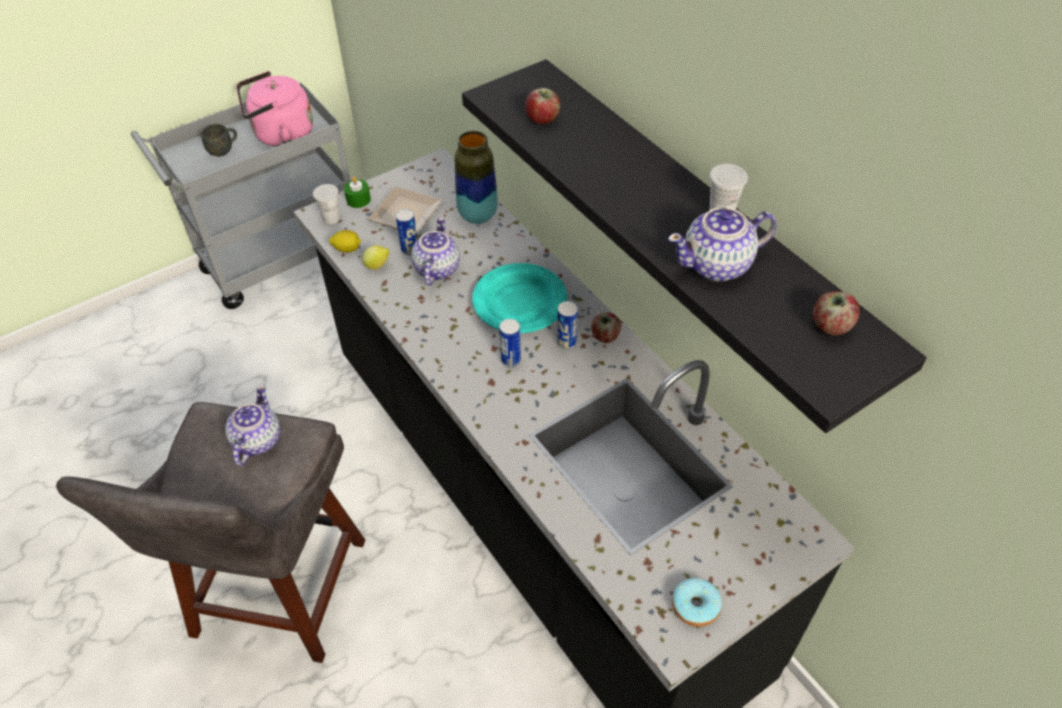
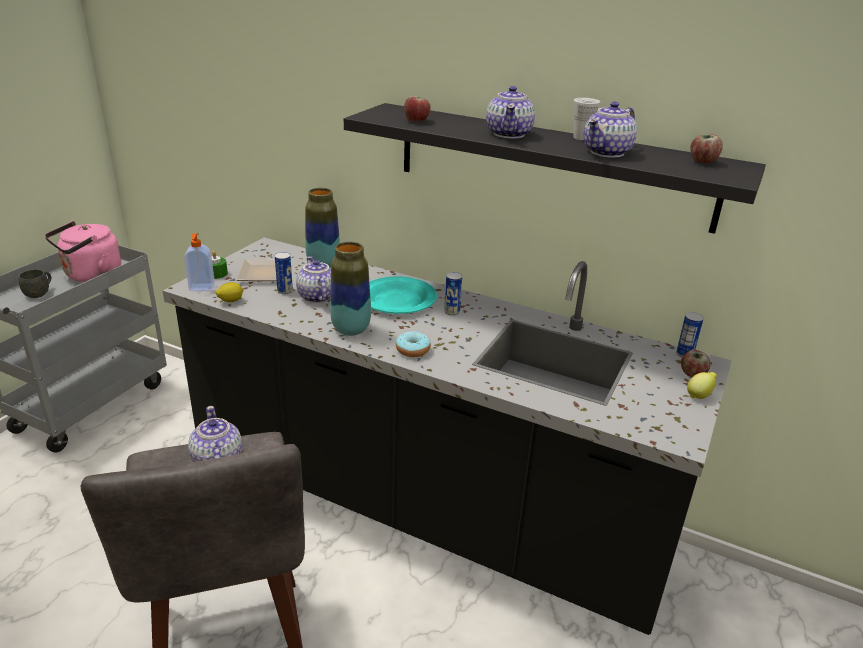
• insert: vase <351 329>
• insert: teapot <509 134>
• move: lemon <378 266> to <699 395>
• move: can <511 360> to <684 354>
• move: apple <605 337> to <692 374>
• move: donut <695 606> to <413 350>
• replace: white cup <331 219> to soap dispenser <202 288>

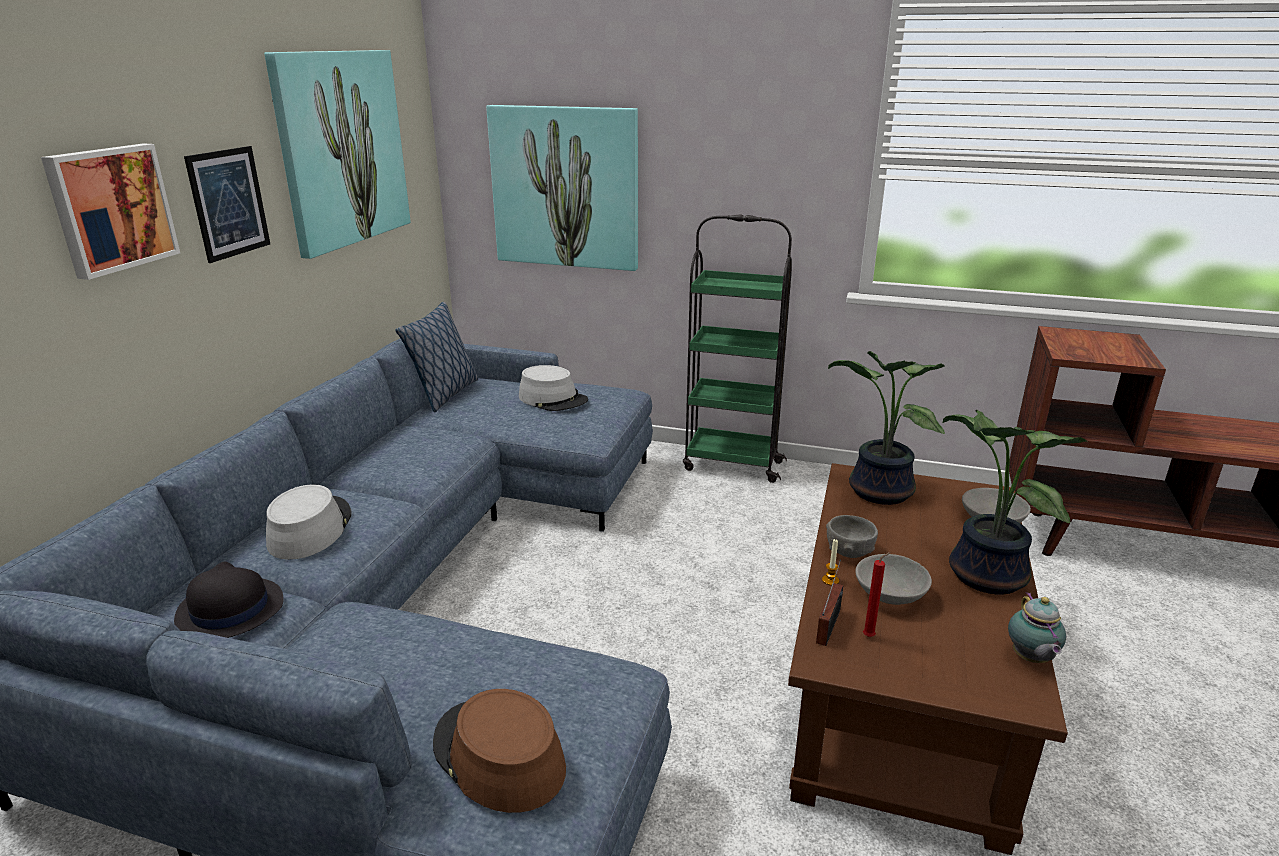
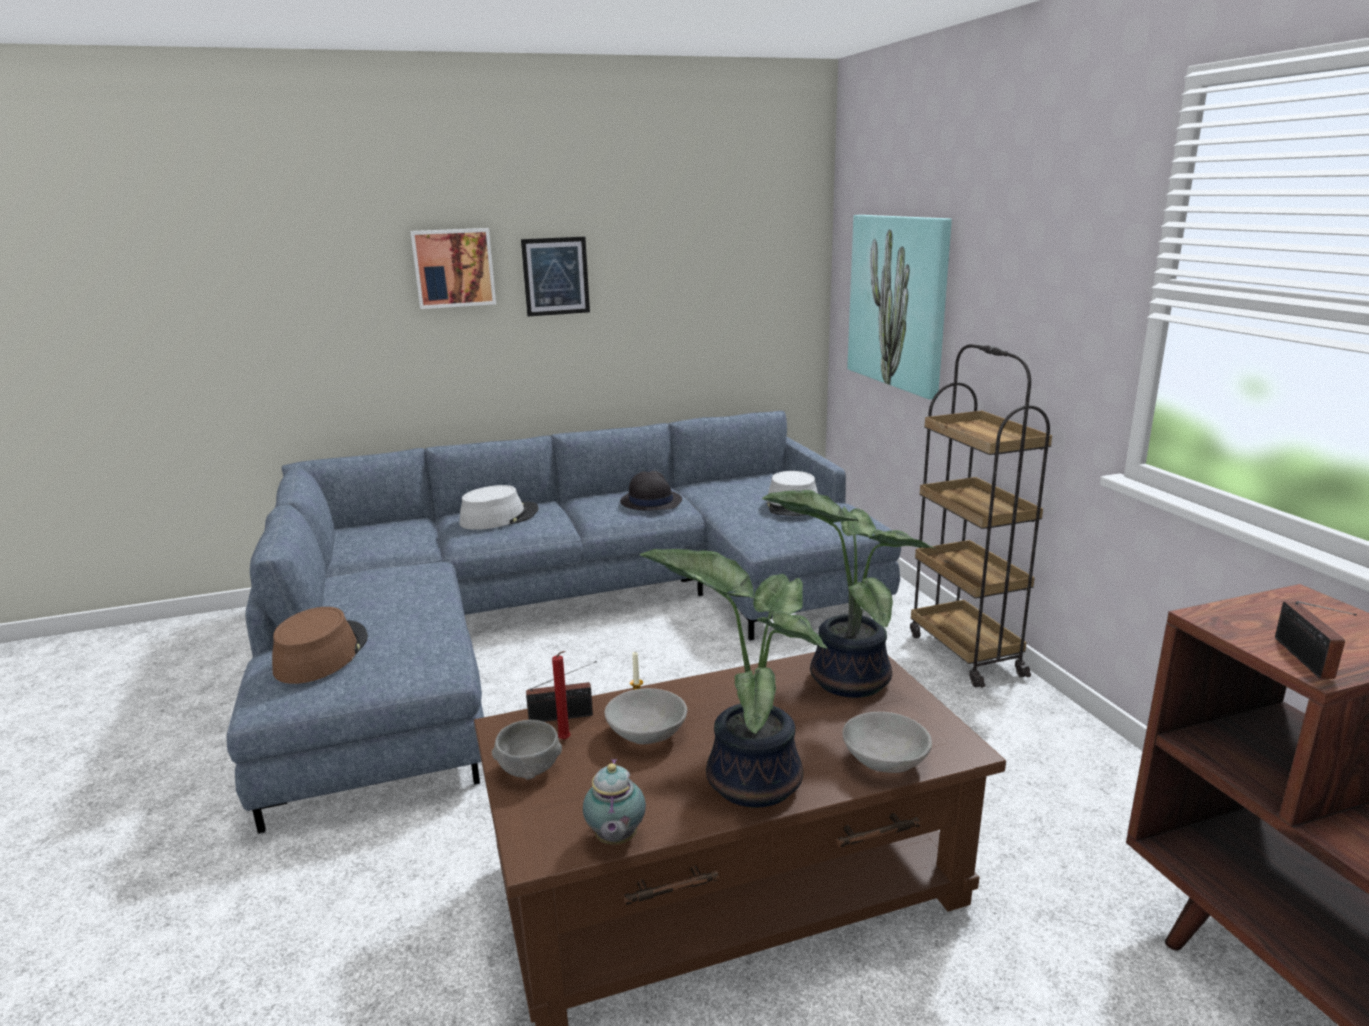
• delete: picture <341 149>
• delete: pillow <445 395>
• insert: radio <1305 660>
• move: black hat <229 610> to <650 501>
• move: grey bowl <849 551> to <529 769>
• recolor: green cart <732 466> to brown cart <965 654>
• rotate: teapot <1030 659> = <615 840> 60 degrees counterclockwise

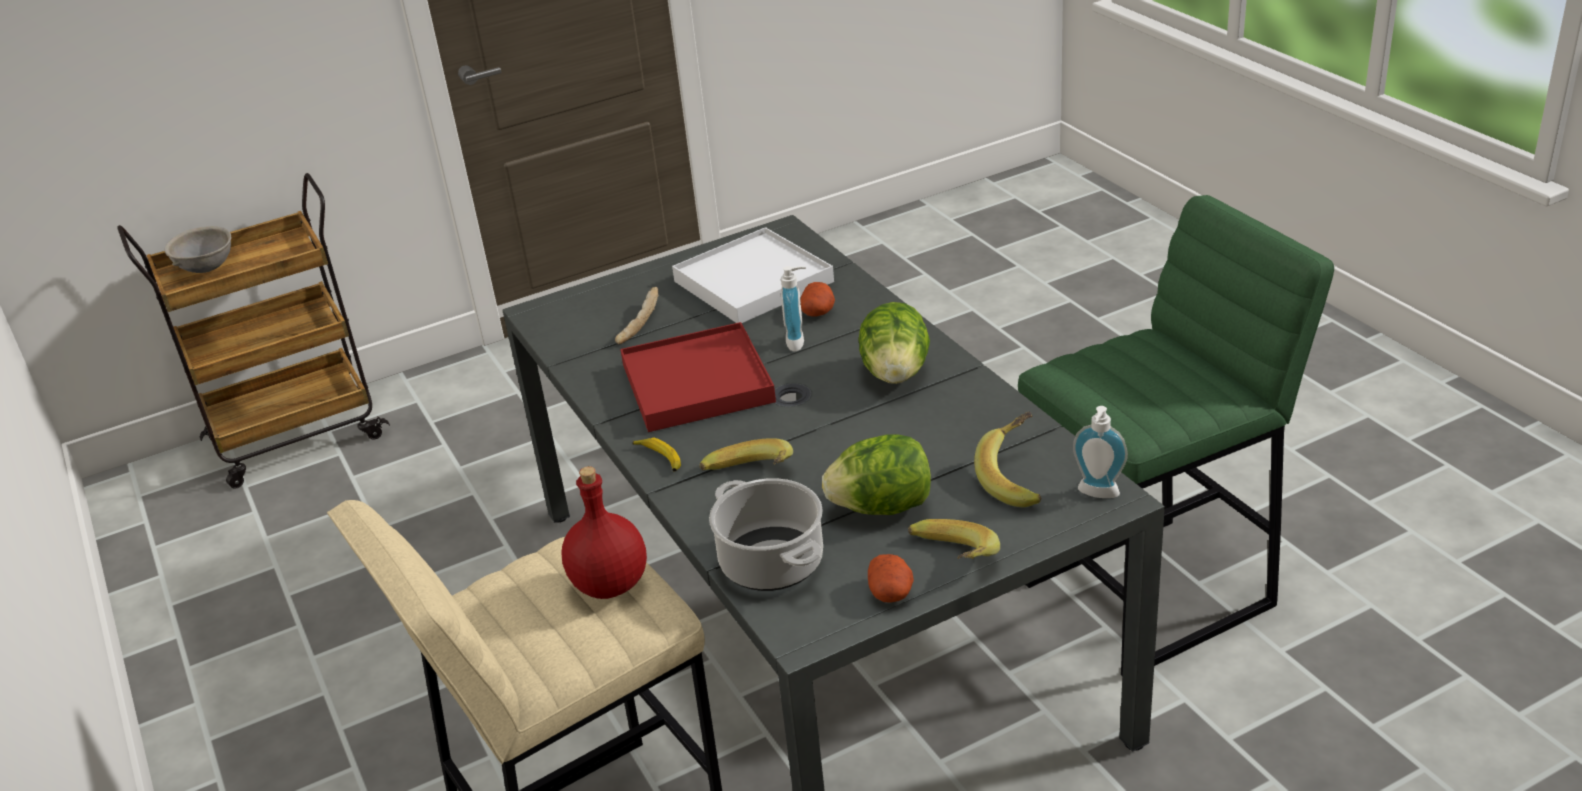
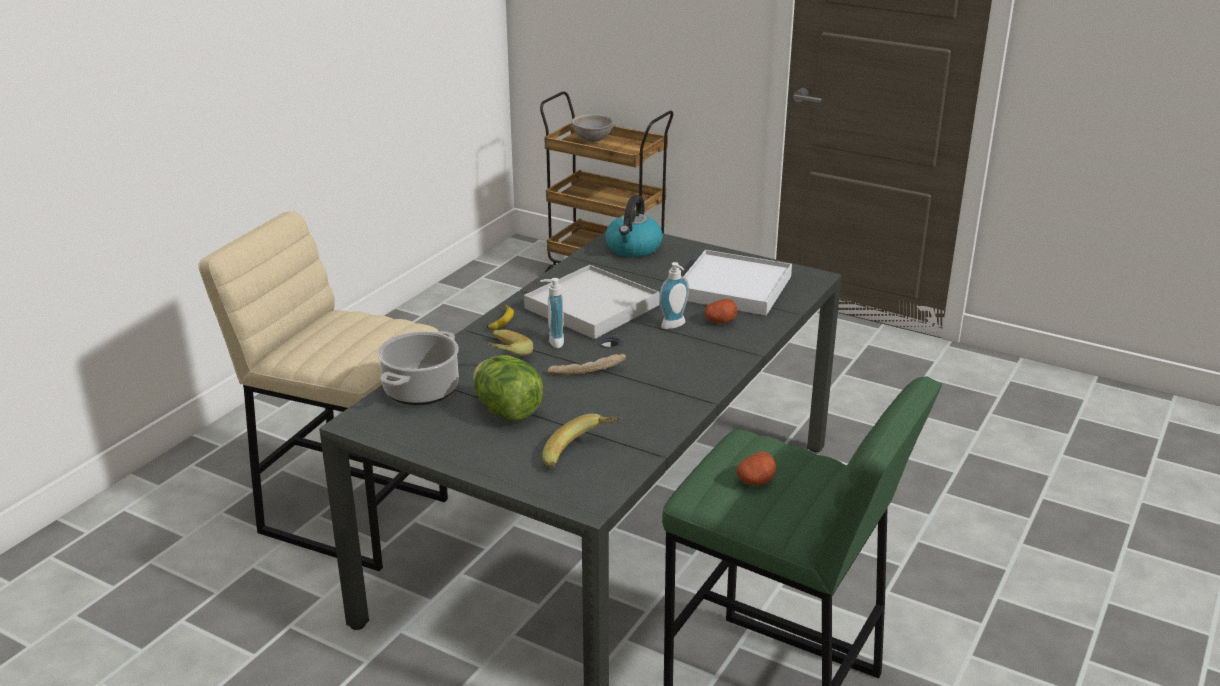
• delete: red bottle <610 586>
• delete: lettuce <896 373>
• delete: banana <950 563>
• insert: kettle <633 248>
• move: bread <638 323> to <587 371>
• move: potato <891 593> to <755 481>
• move: soap dispenser <1097 494> to <553 342>
• recolor: red tray <698 383> to white tray <592 307>

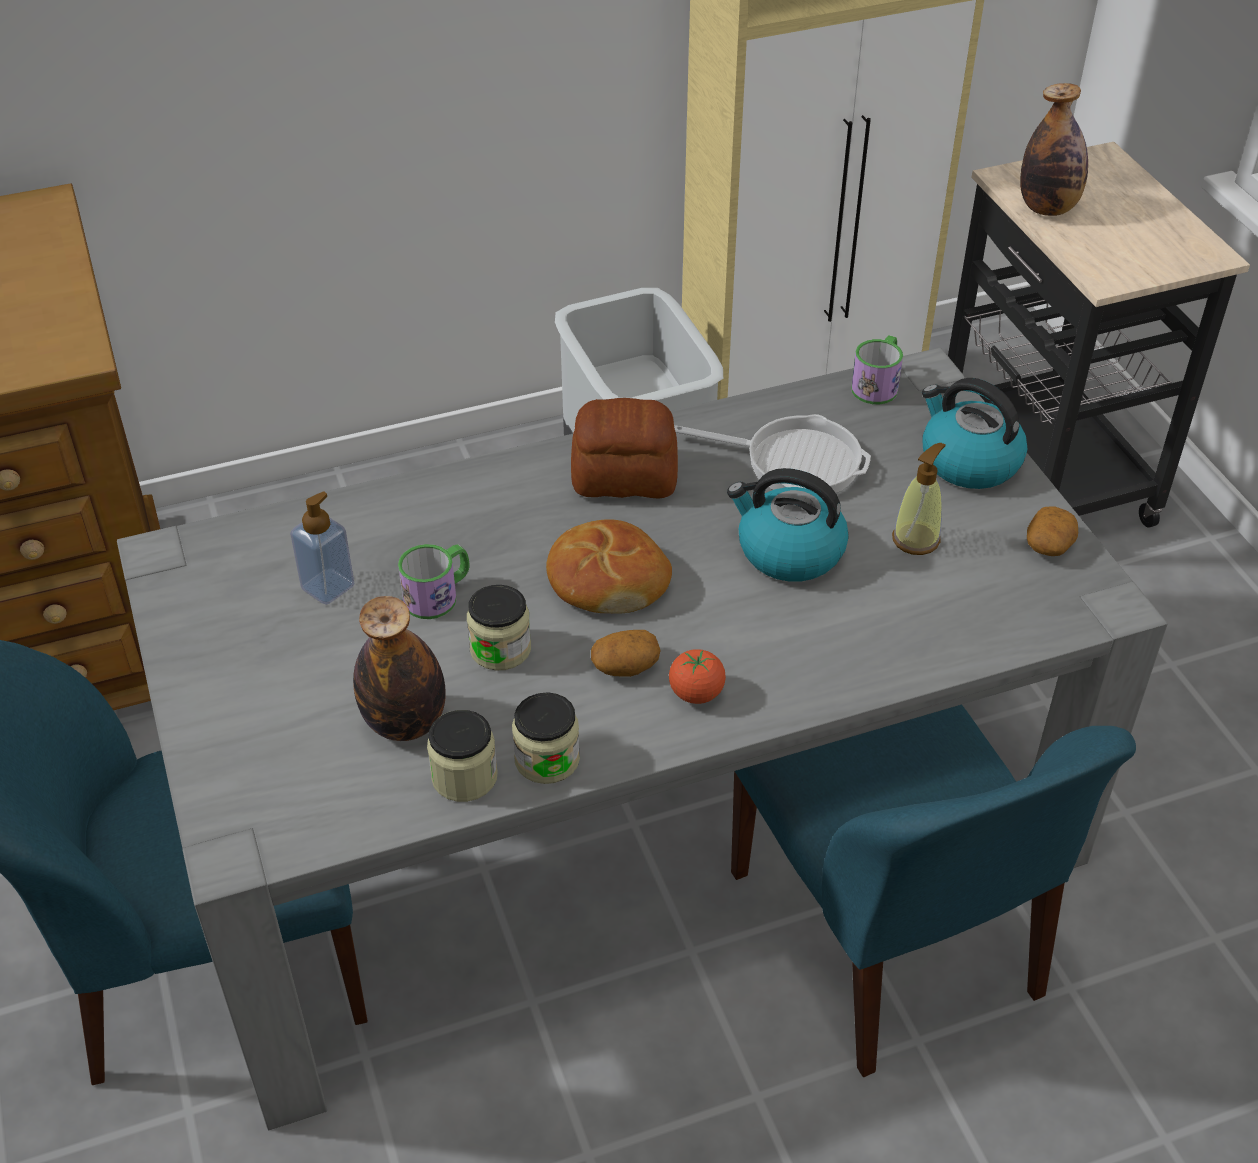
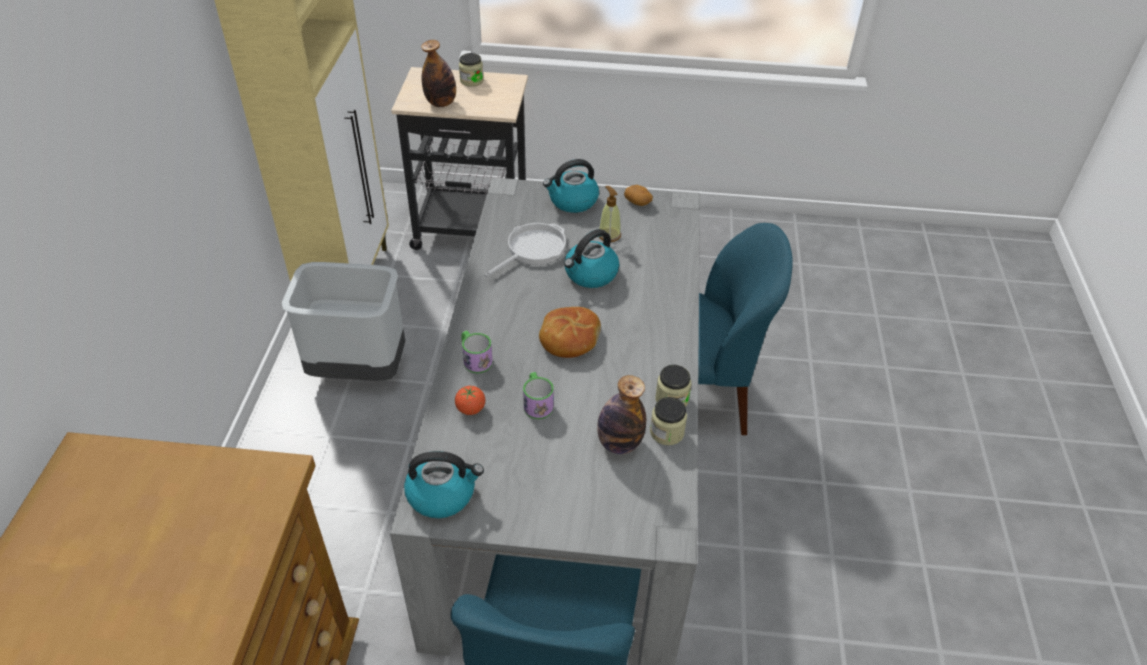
• delete: soap dispenser <328 587>
• delete: bread <625 477>
• delete: potato <625 666>
• insert: kettle <442 494>
• move: jar <500 649> to <471 81>
• move: tomato <696 693> to <470 409>
• move: mug <878 384> to <475 359>

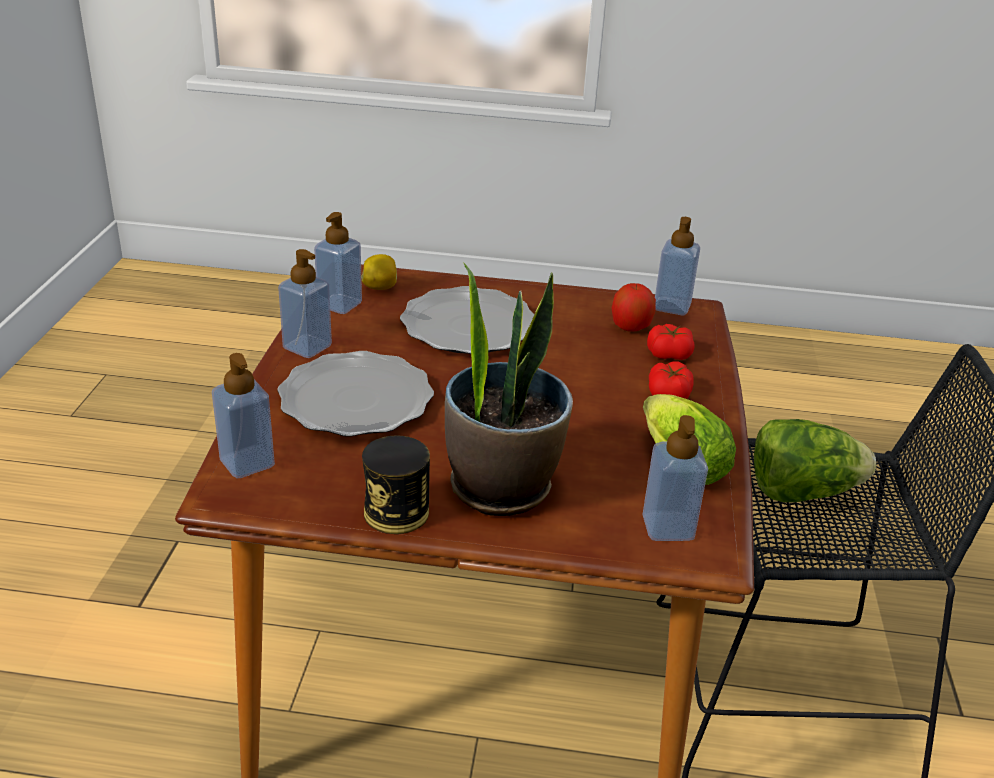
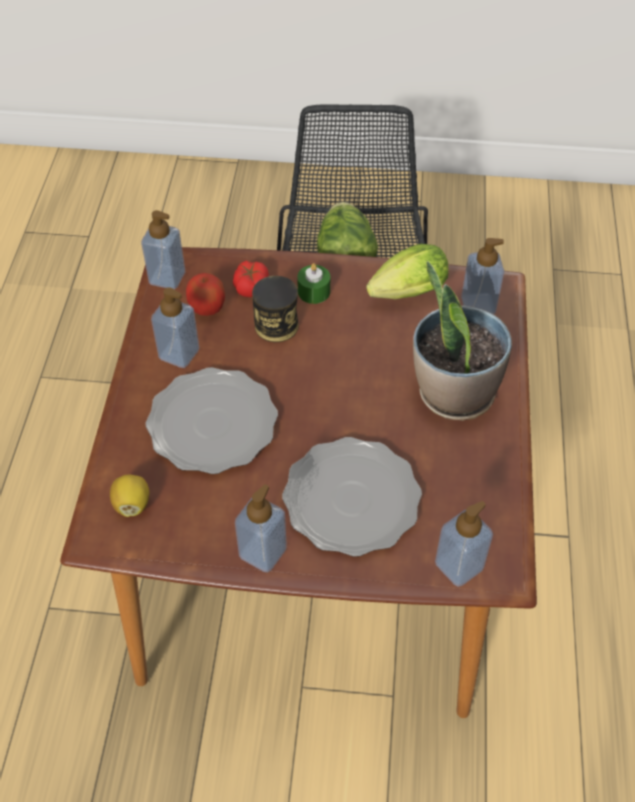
• move: soap dispenser <339 305> to <179 354>
• move: can <396 512> to <276 325>
• replace: tomato <669 394> to green candle <314 291>

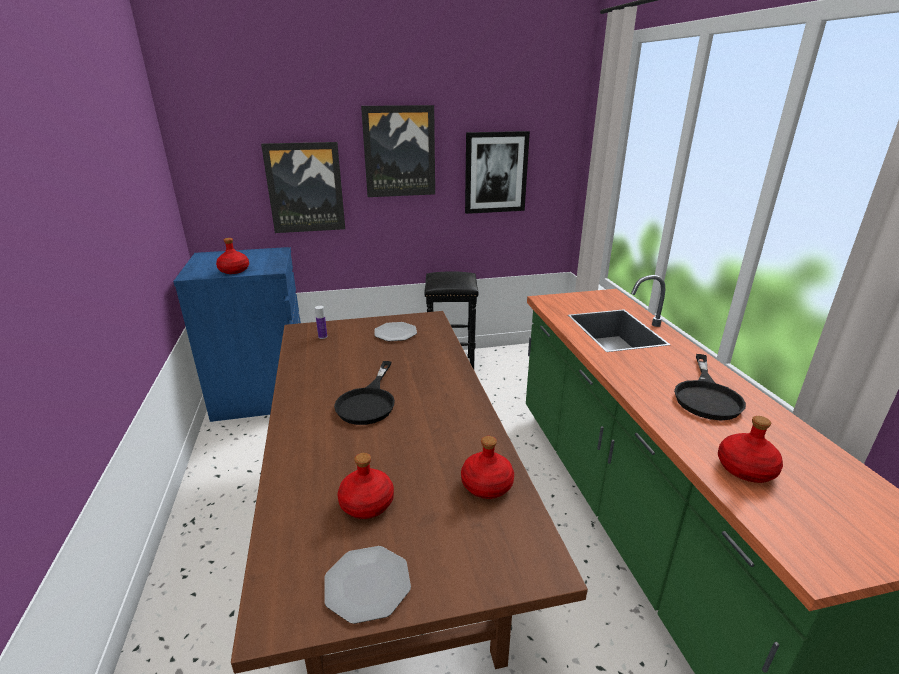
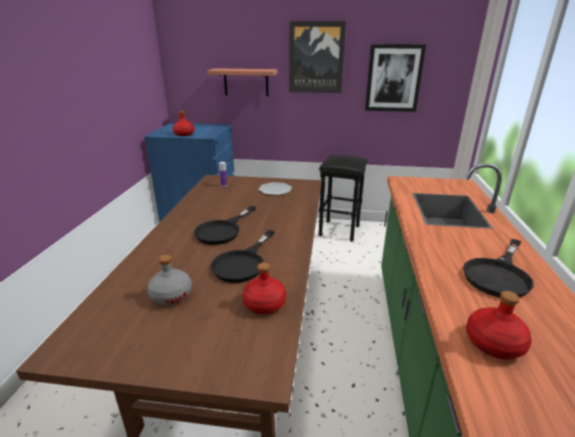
• delete: plate <367 584>
• insert: black frying pan <243 263>
• replace: picture <305 188> to shelf <246 82>
• recolor: red bottle <366 503> to grey bottle <171 295>

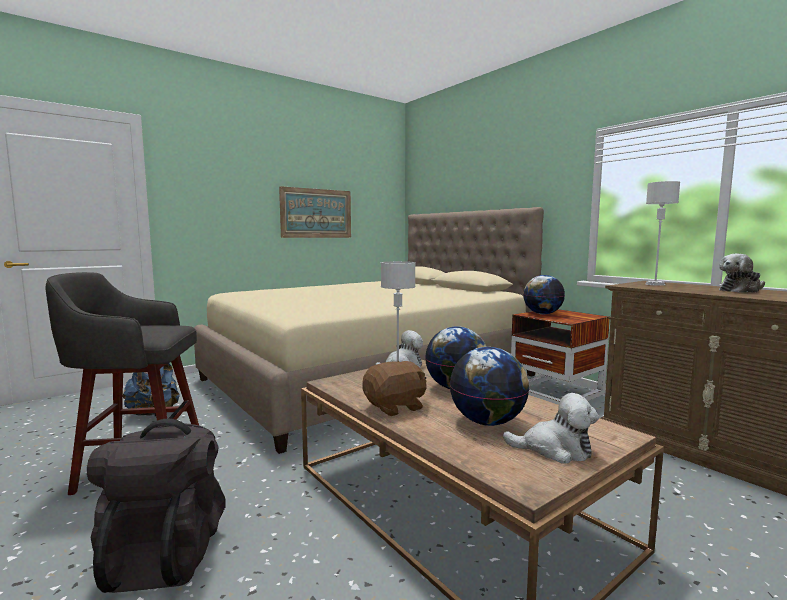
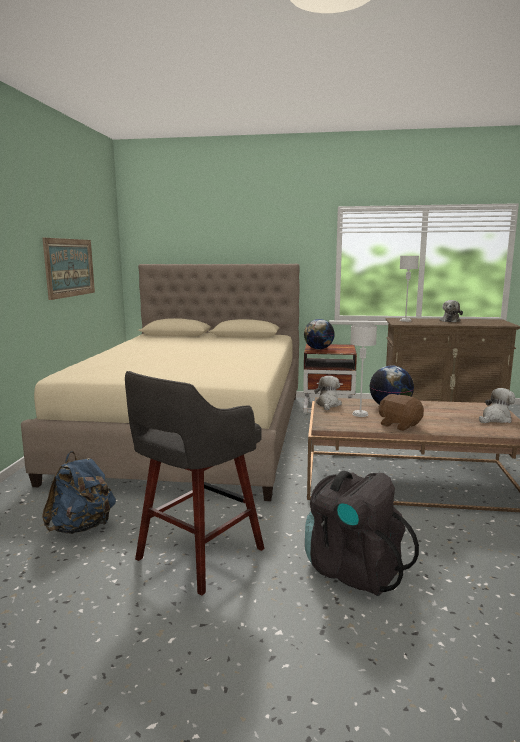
• delete: globe <488 422>
• rotate: brown plush toy <395 407> = <399 425> 60 degrees counterclockwise

